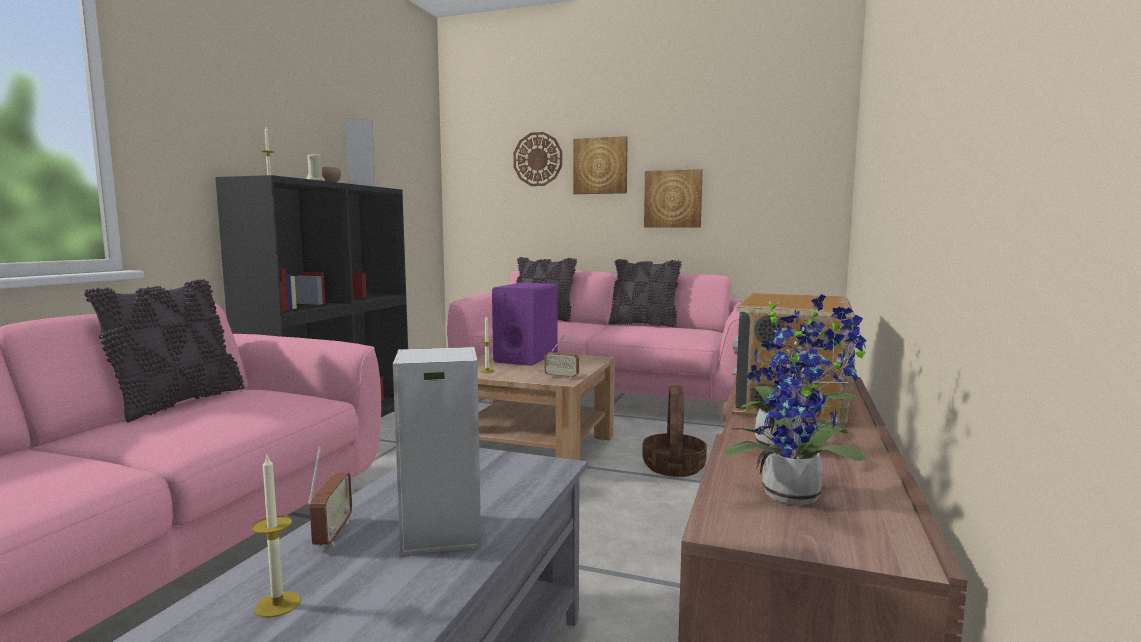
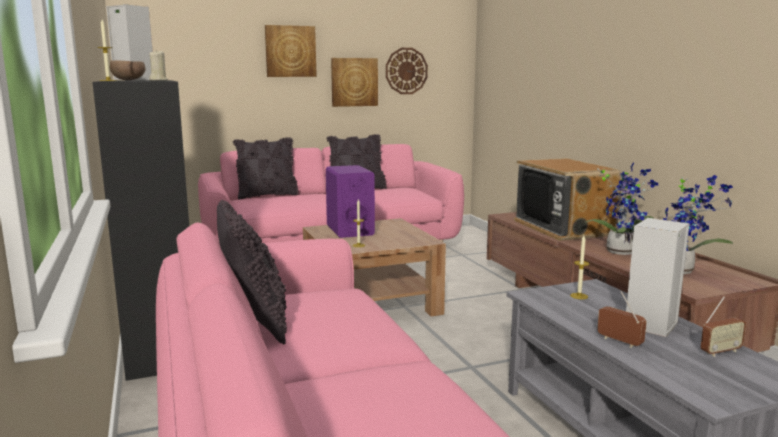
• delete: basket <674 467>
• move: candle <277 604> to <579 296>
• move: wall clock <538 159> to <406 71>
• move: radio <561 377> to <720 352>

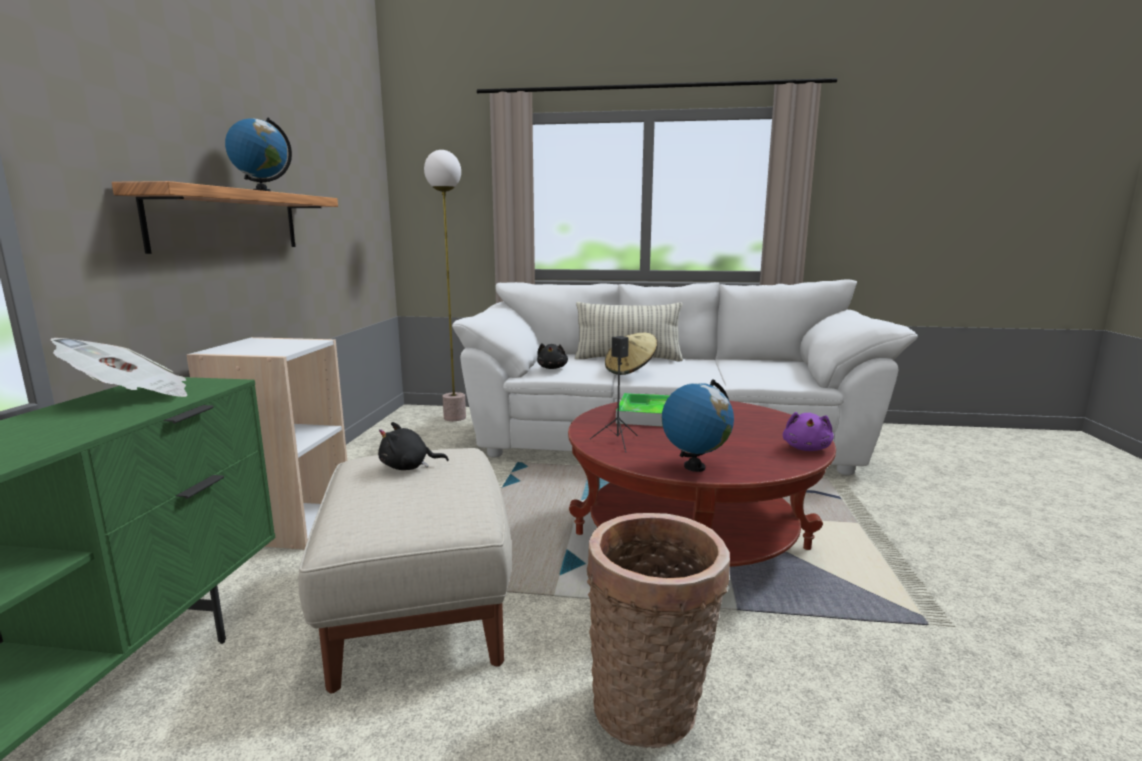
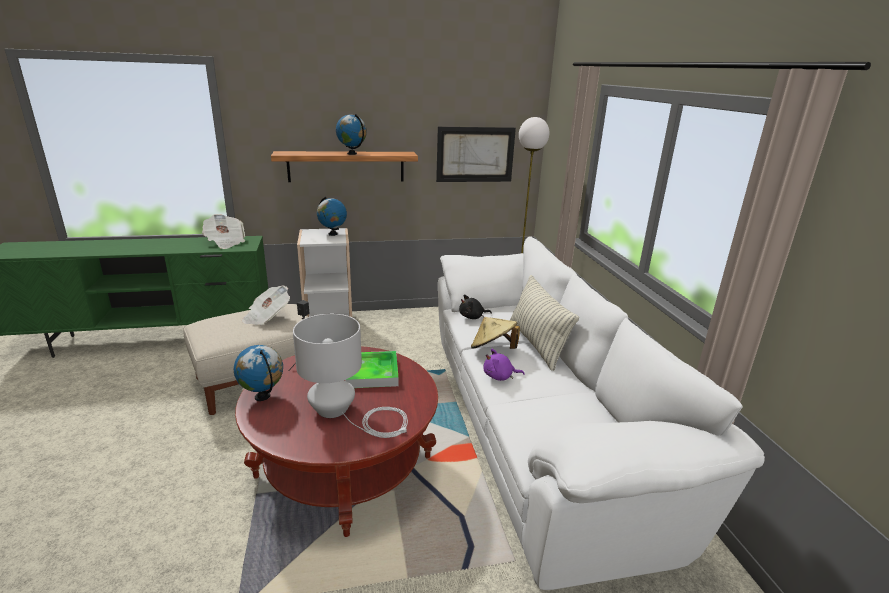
• delete: basket <651 709>
• insert: grey table lamp <352 414>
• insert: globe <332 234>
• insert: picture <475 154>
• move: purple plush toy <806 448> to <500 376>
• replace: black plush toy <408 467> to newspaper <267 317>

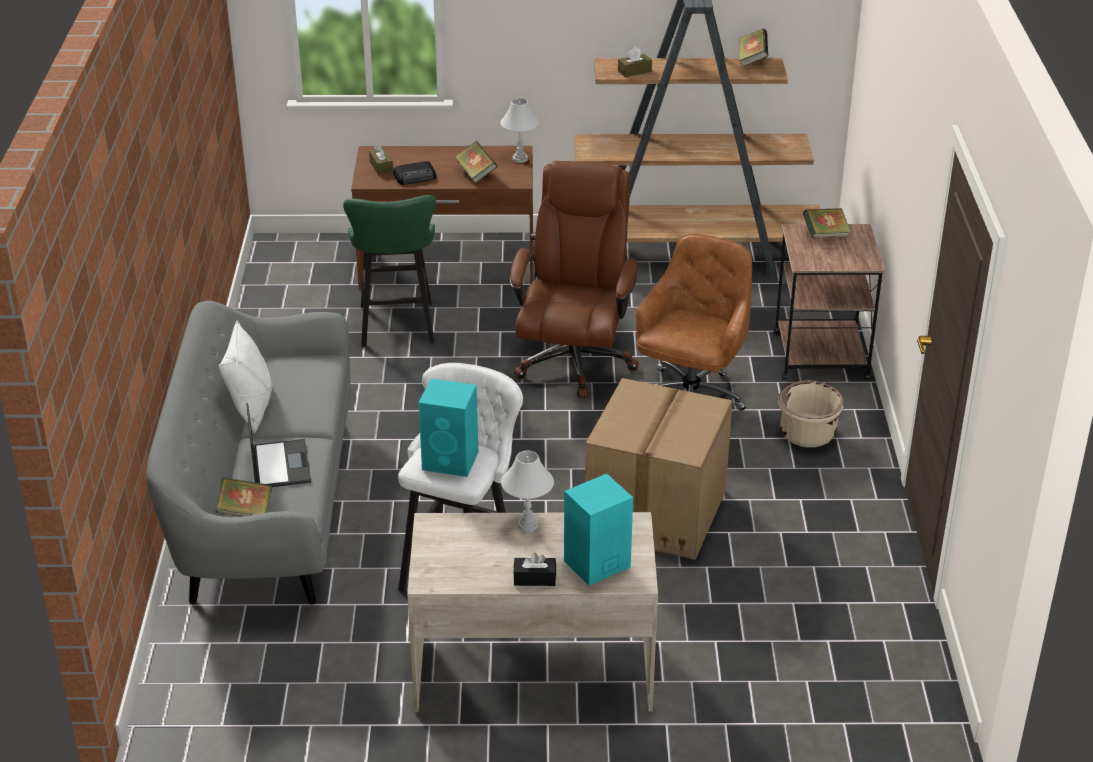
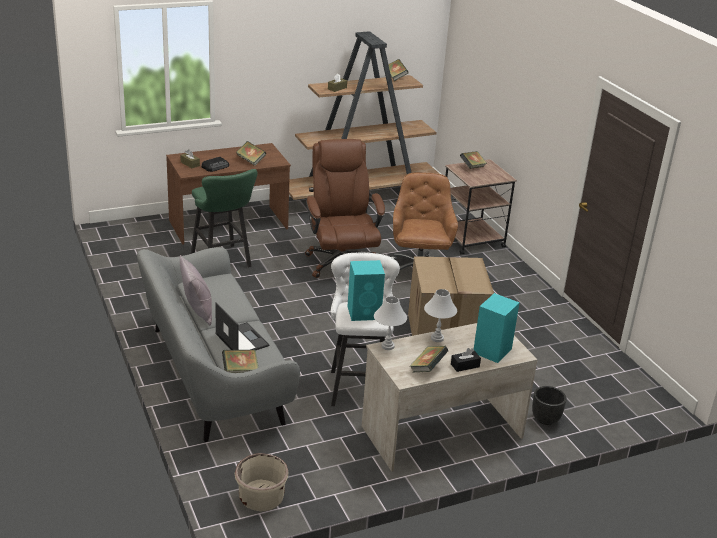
• insert: book <427 368>
• insert: black planter <546 419>
• move: white table lamp <520 159> to <388 346>
• move: beige planter <807 434> to <261 498>
• recolor: white pillow <252 408> to purple pillow <197 311>

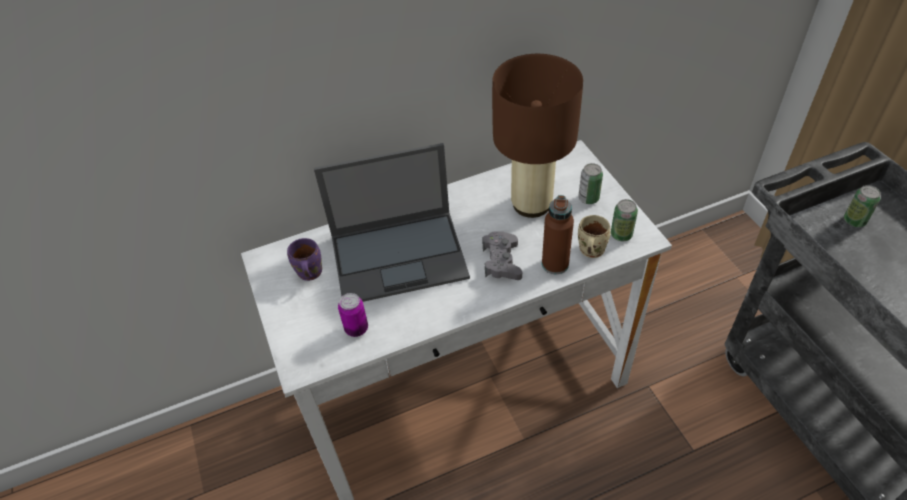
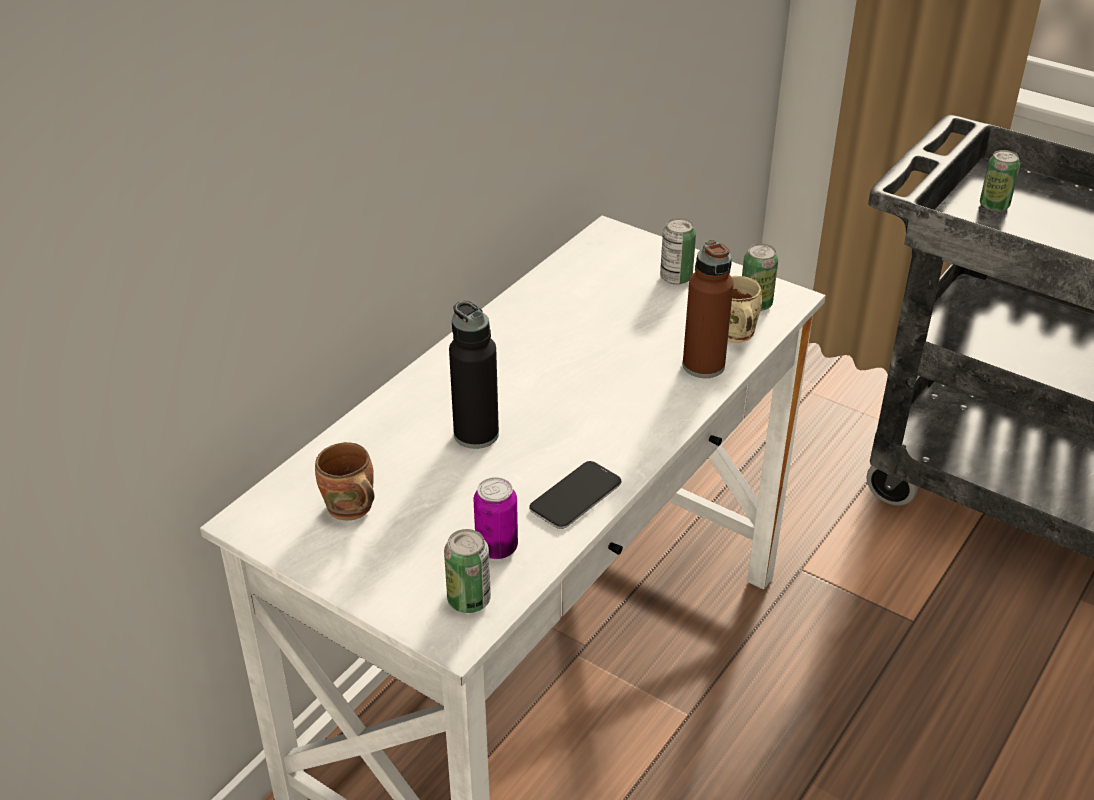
• delete: grey game controller <501 261>
• delete: brown table lamp <530 204>
• insert: can <469 600>
• insert: phone <575 496>
• replace: laptop <400 256> to black bottle <476 434>
• recolor: purple mug <308 273> to brown mug <349 510>

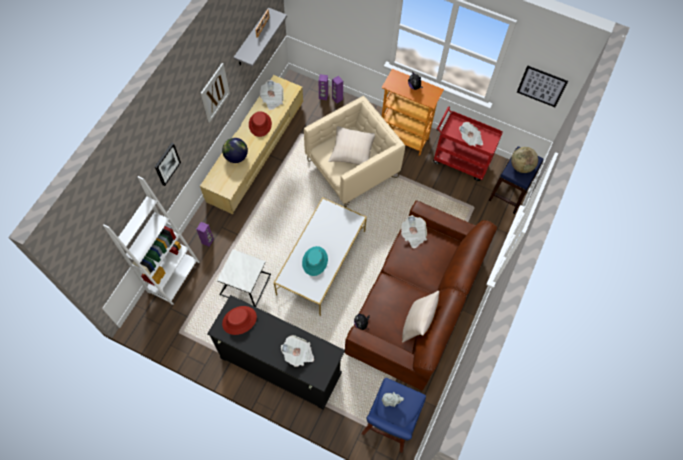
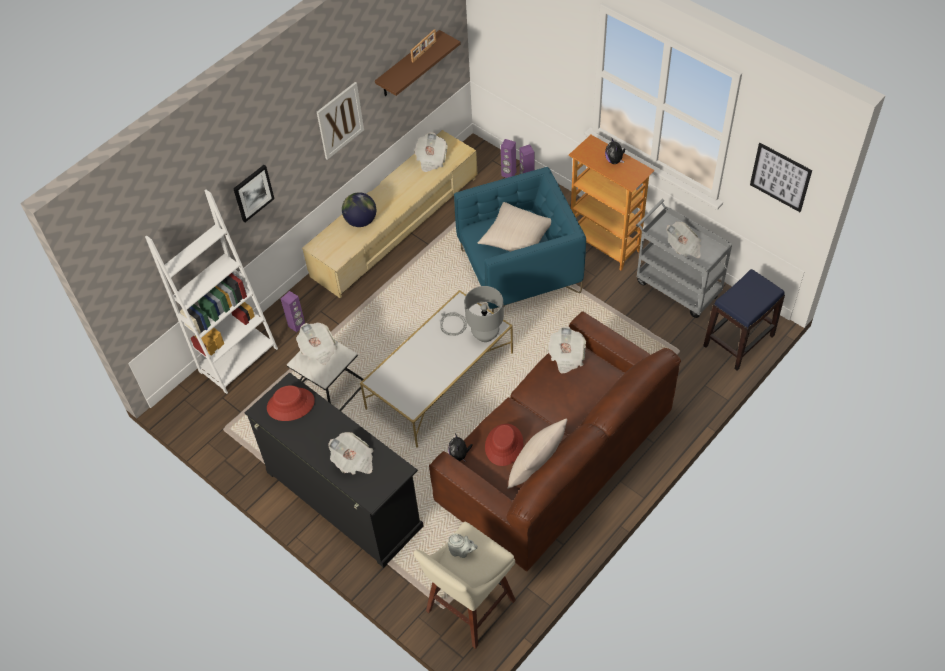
• delete: turquoise hat <315 261>
• delete: globe <521 166>
• insert: newspaper <318 349>
• insert: grey table lamp <472 330>
• move: red hat <260 124> to <504 445>
• recolor: grey shelf <252 39> to brown shelf <408 65>
• recolor: beige armchair <352 170> to blue armchair <519 272>
• recolor: blue stool <389 424> to beige stool <468 607>
• recolor: red cart <459 163> to grey cart <675 289>

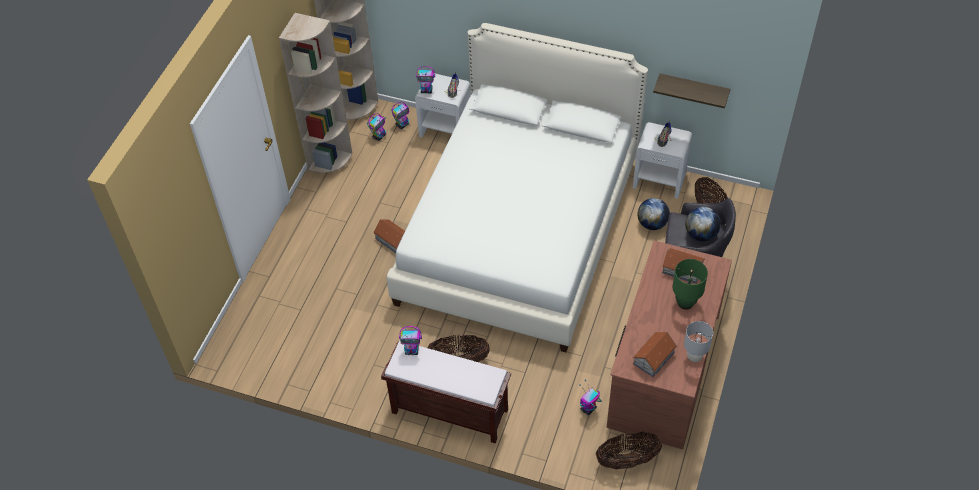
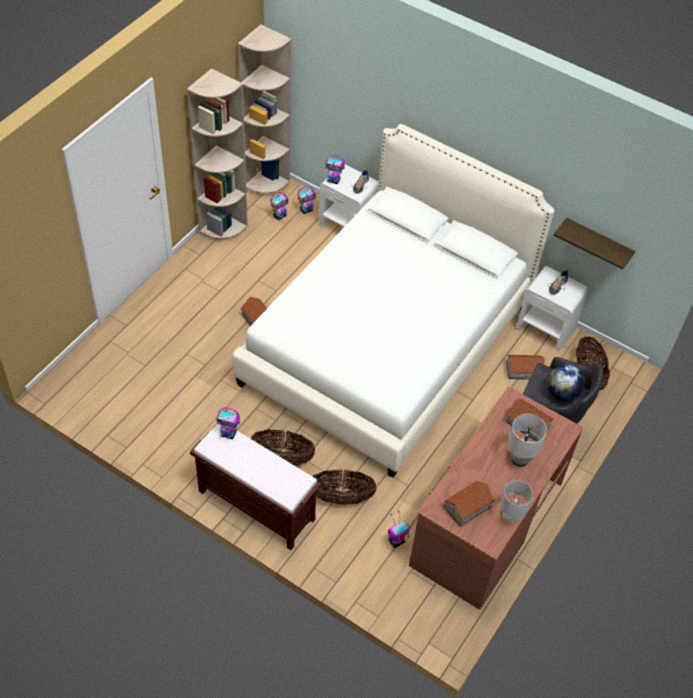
• move: basket <627 460> to <341 497>
• replace: globe <652 224> to toy house <524 371>
• recolor: green table lamp <685 302> to white table lamp <519 459>

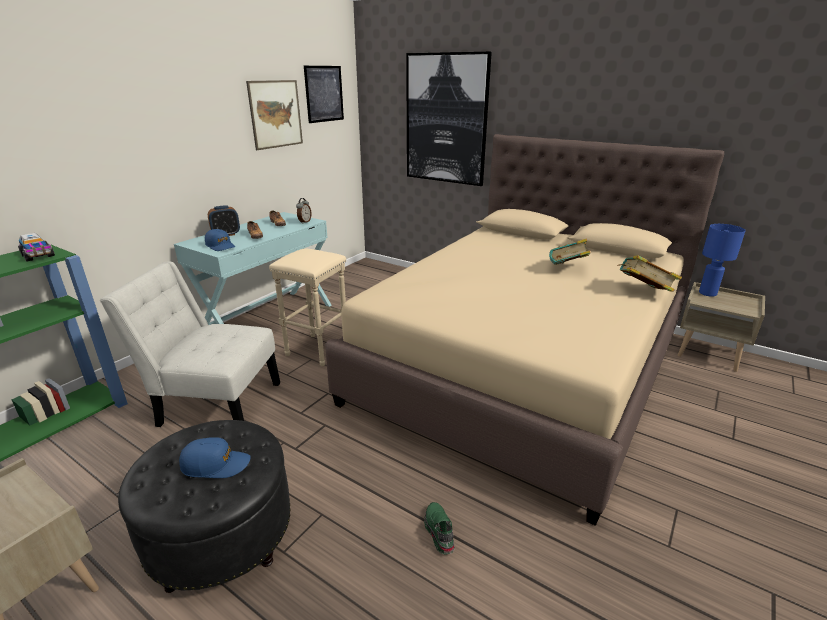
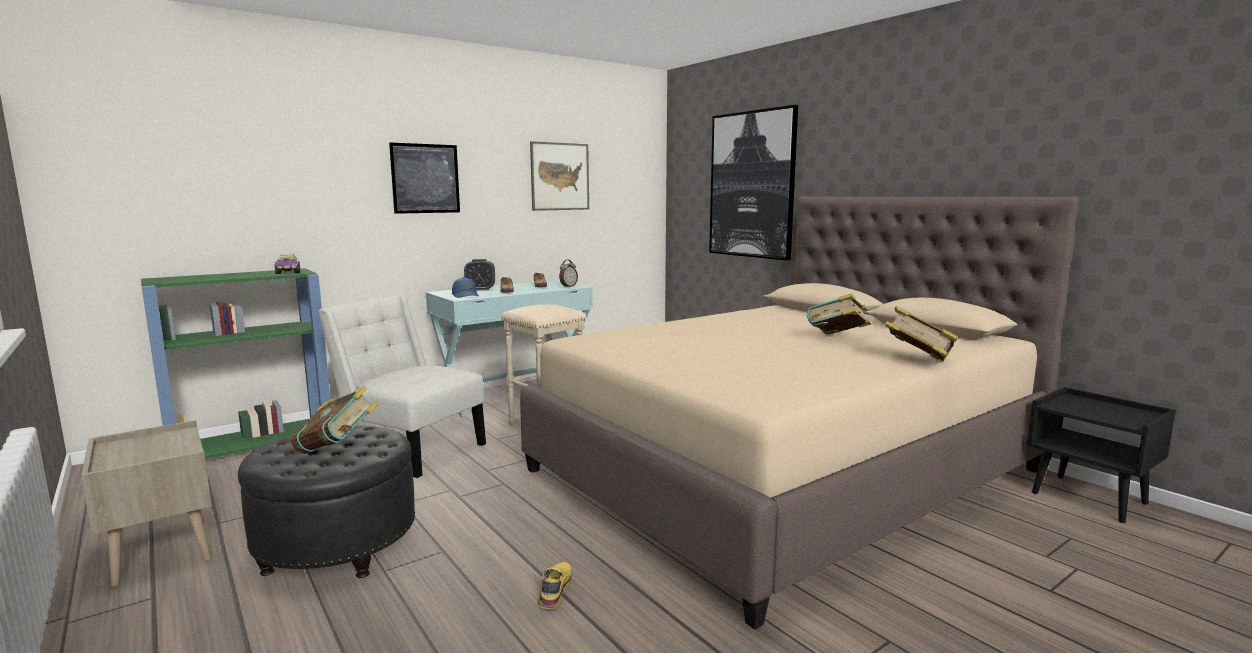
• delete: blue table lamp <708 293>
• move: picture <324 94> to <425 178>
• replace: blue cap <216 464> to book <337 449>
• recolor: green shoe <438 531> to yellow shoe <554 591>
• recolor: beige nightstand <709 354> to black nightstand <1090 498>

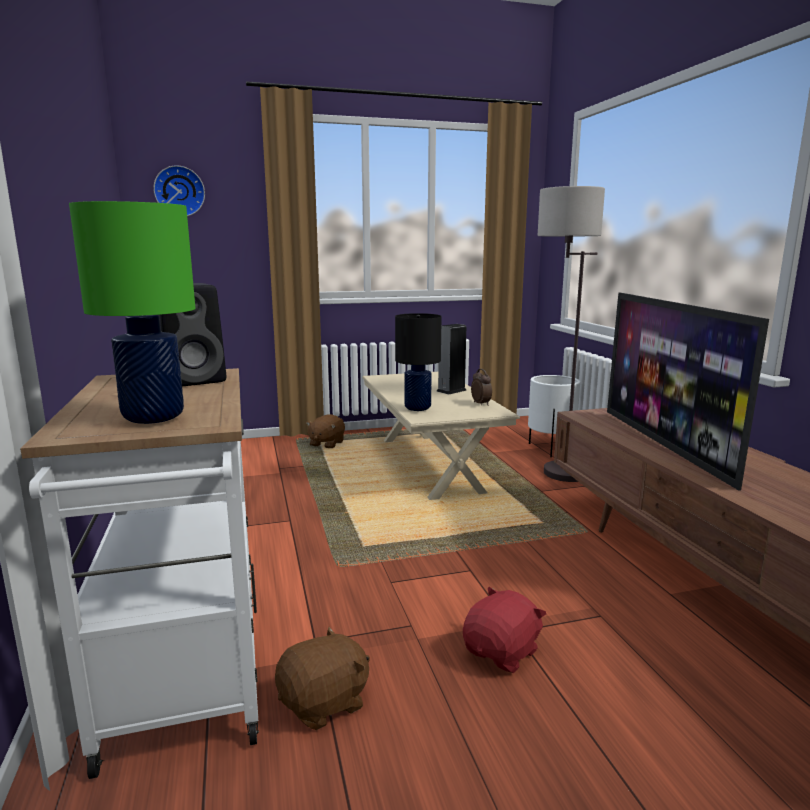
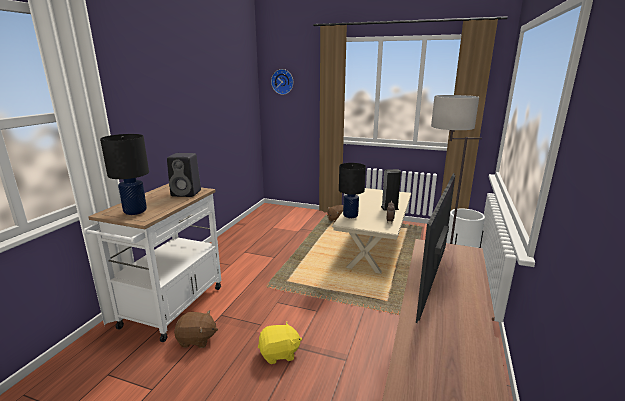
• recolor: green table lamp <152 419> to black table lamp <135 212>
• recolor: red plush toy <502 652> to yellow plush toy <279 353>

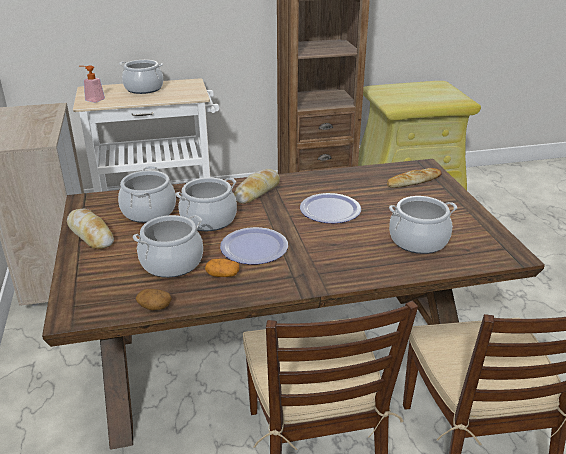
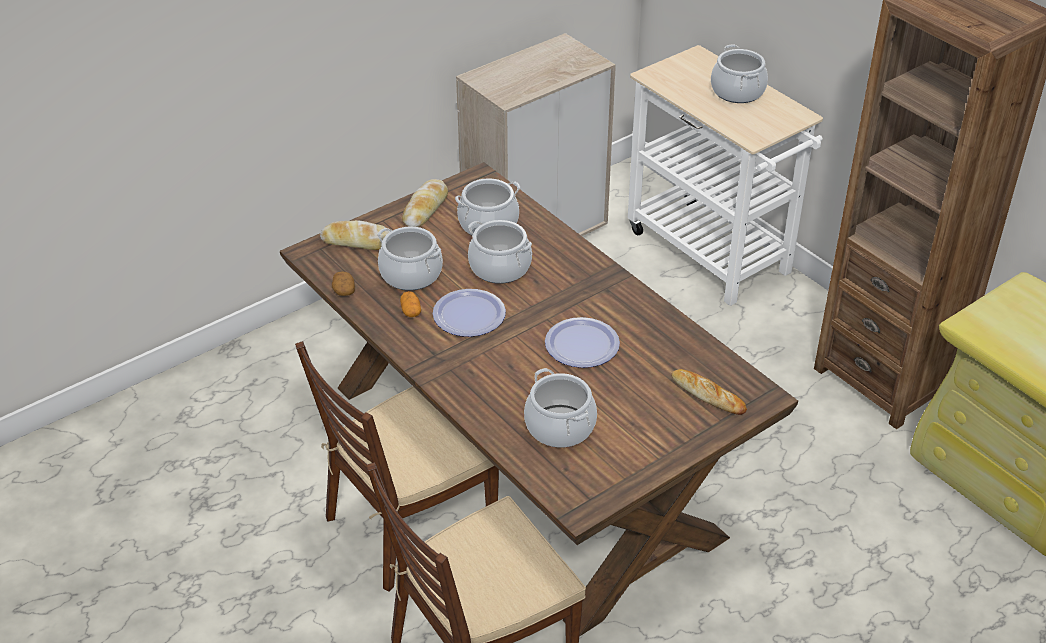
• delete: soap dispenser <92 99>
• move: bread <257 191> to <357 241>

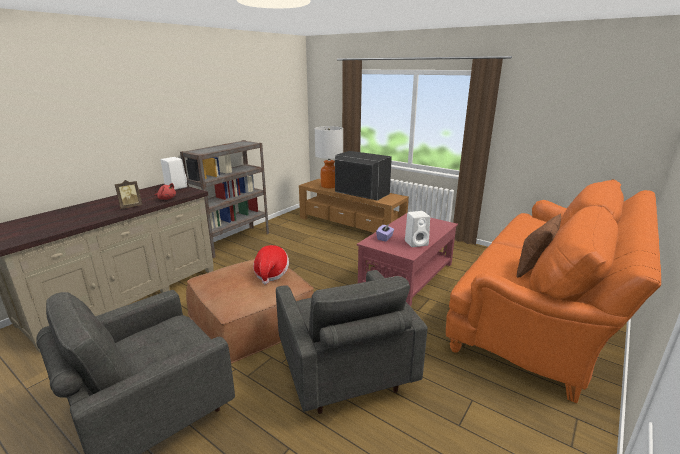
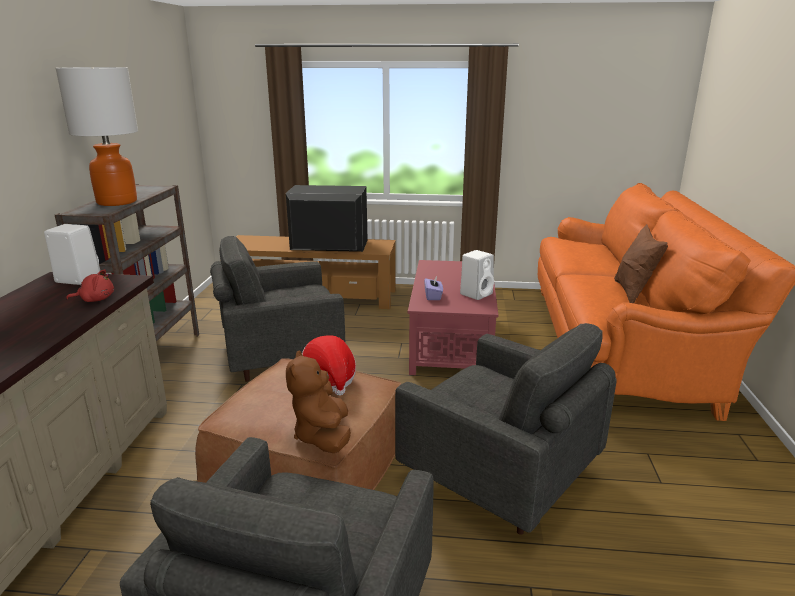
• delete: picture frame <130 206>
• insert: grey armchair <281 356>
• insert: brown plush toy <323 436>
• move: table lamp <329 186> to <116 202>

